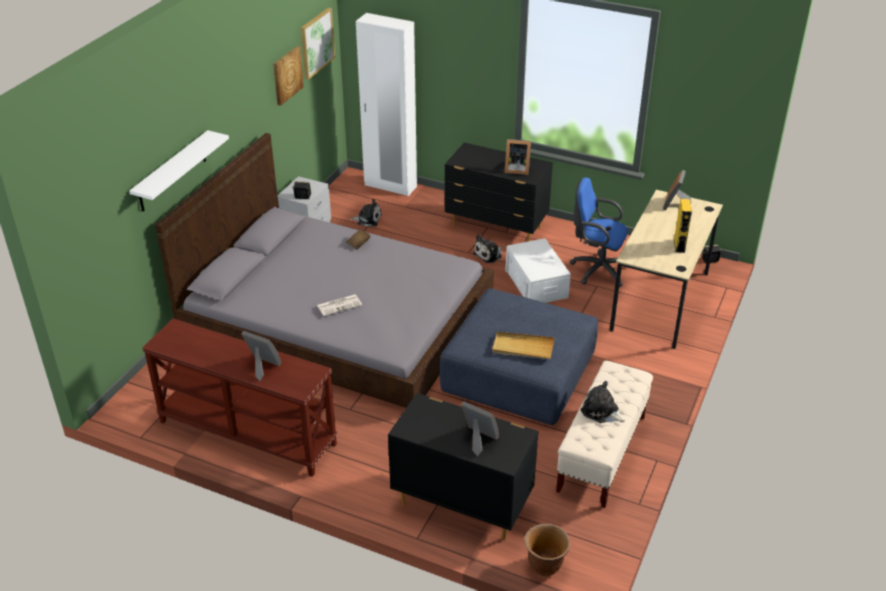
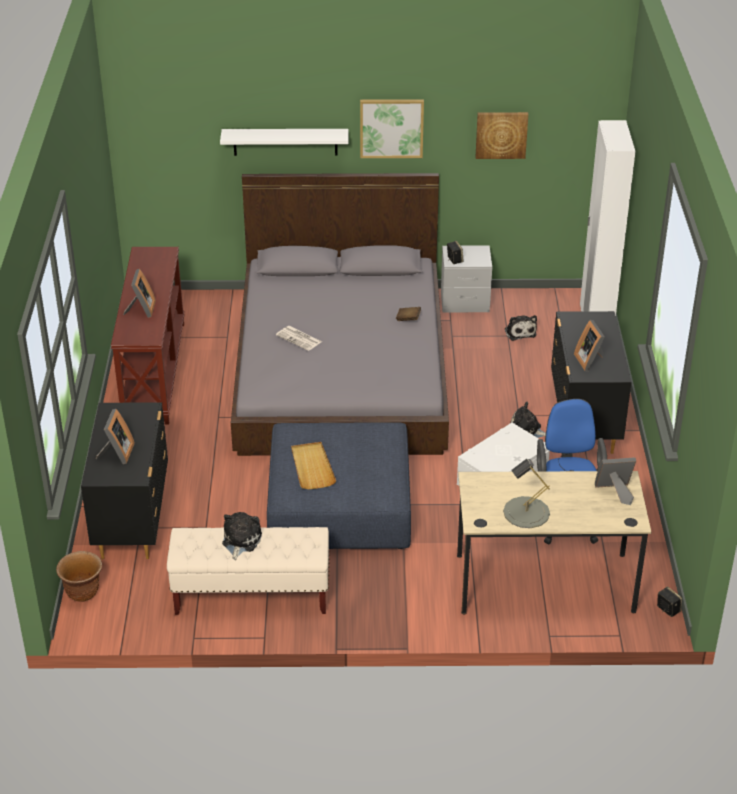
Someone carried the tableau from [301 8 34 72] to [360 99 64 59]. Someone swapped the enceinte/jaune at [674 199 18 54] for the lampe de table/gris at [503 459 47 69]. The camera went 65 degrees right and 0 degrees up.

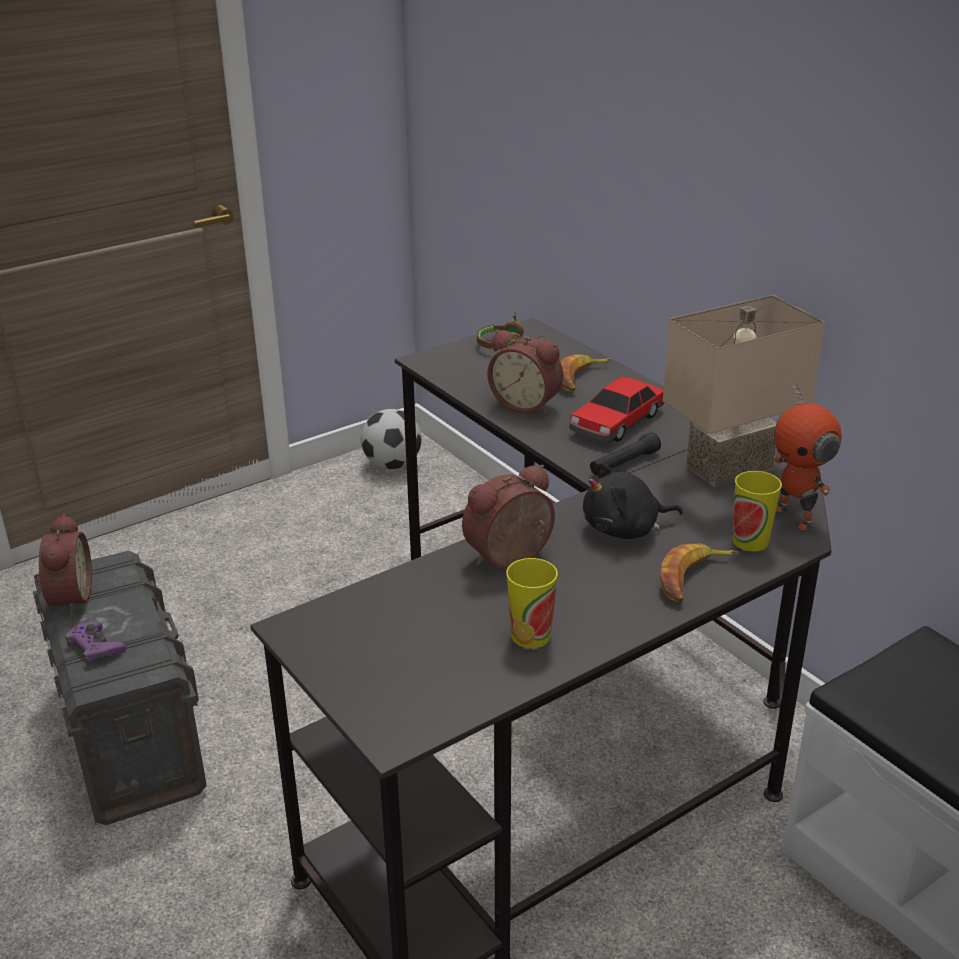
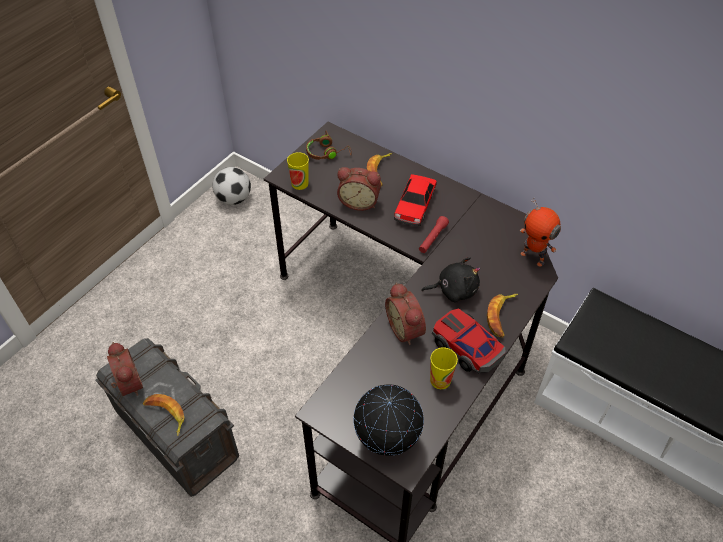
Someone took away the lampe de table/beige at [663 295 162 192]. Someone put down the globe at [353 384 71 72]. Someone put down the petite voiture at [432 308 74 65]. Someone carried the tasse from [733 471 49 81] to [287 152 22 38]. Someone swapped the manette/violet at [65 621 61 43] for the banane at [143 394 42 42]. Someone repainted the lampe de poche/noir at [590 432 71 43], which became the lampe de poche/rouge at [419 216 30 37]. Someone rotated the réveil at [462 465 93 104] by 60 degrees counterclockwise. Someone rotated the peluche/noir at [583 462 100 77] by 150 degrees counterclockwise. The camera went 20 degrees left and 20 degrees up.

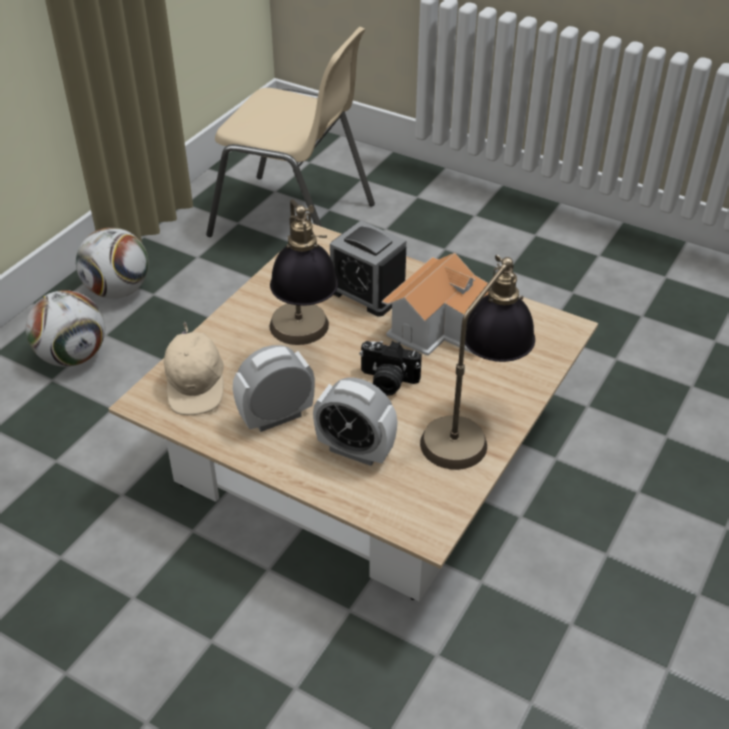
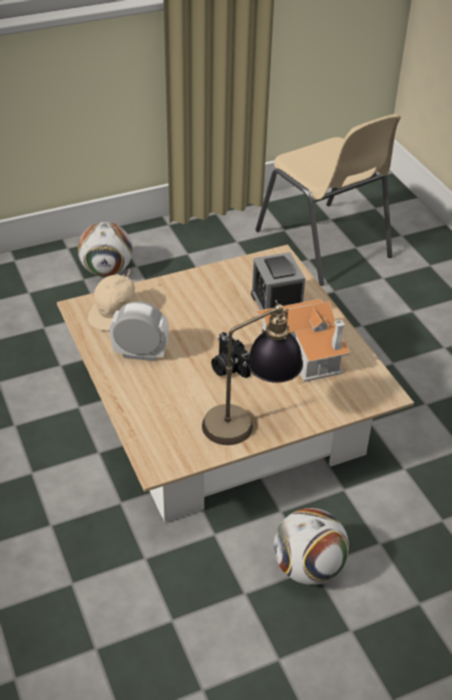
Someone took away the lampe de table at [270 199 68 146]. Someone took away the réveil at [313 378 85 88]. Someone carried the ballon de foot from [76 227 73 72] to [274 508 75 77]. The camera went 35 degrees right and 0 degrees up.

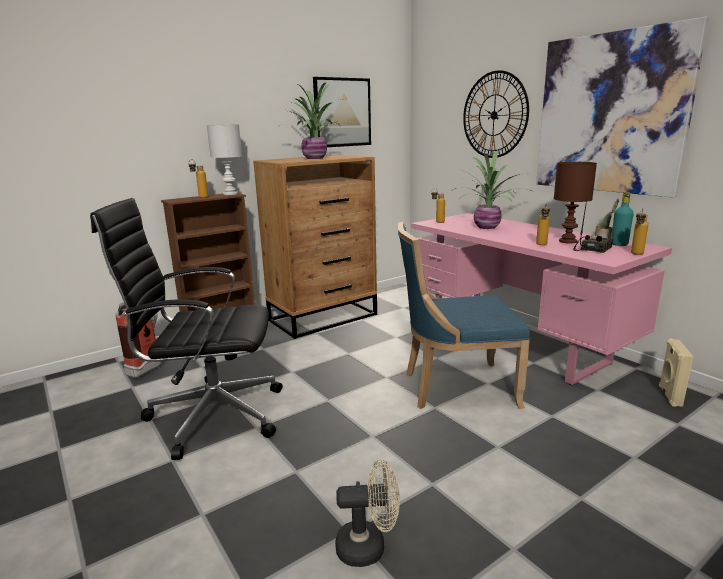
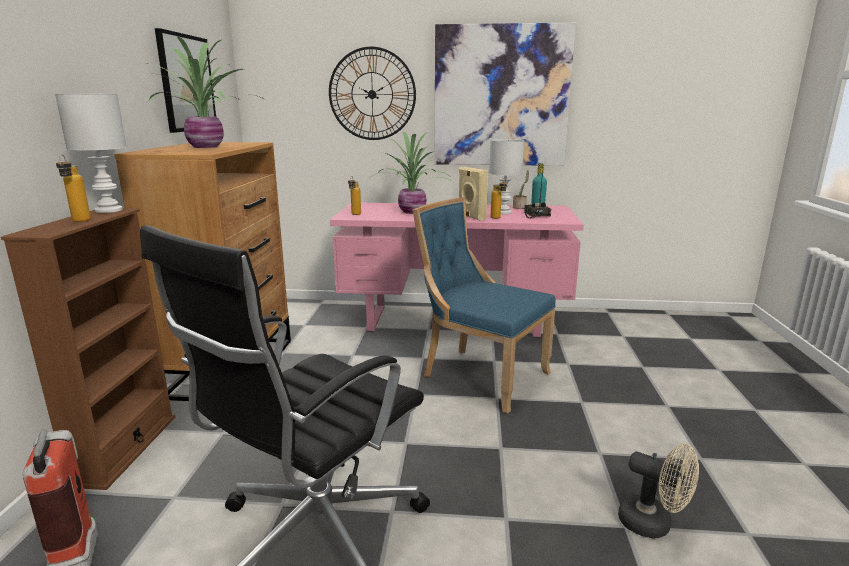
Someone took away the bouteille at [631 209 17 46]. Someone carried the enceinte/beige from [659 338 34 69] to [459 167 29 54]. Someone repainted the lampe de table/marron at [554 162 43 82], which became the lampe de table/blanc at [489 139 35 75]. Someone rotated the ventilateur/beige at [335 460 65 107] by 90 degrees clockwise. Someone rotated the chaise/bleu at [398 222 132 187] by 90 degrees clockwise. The camera went 50 degrees left and 0 degrees up.

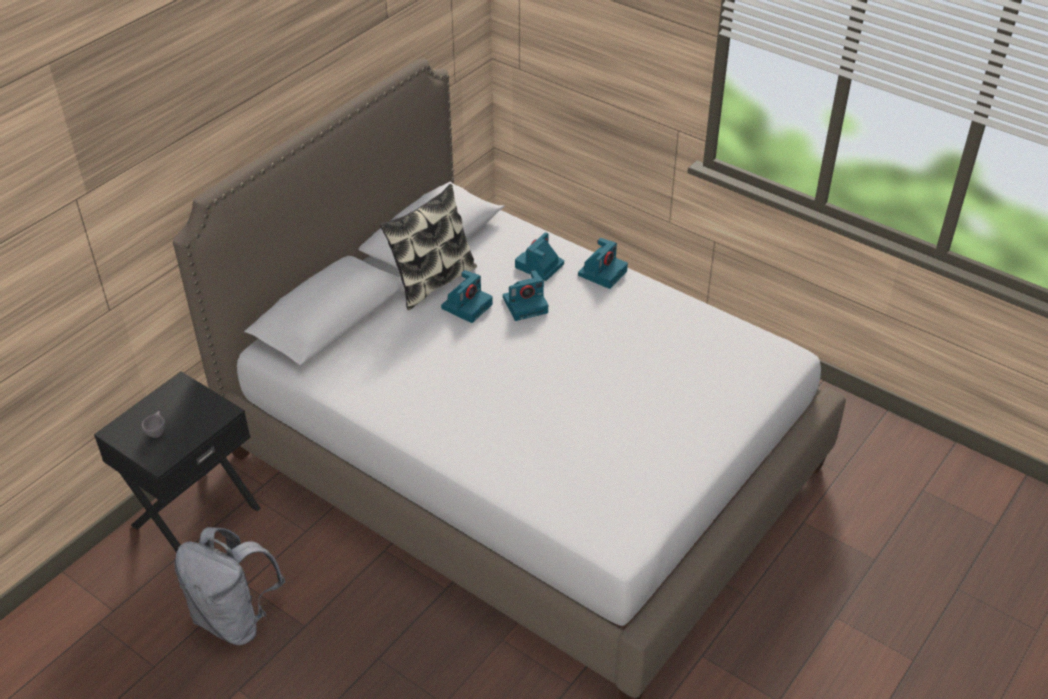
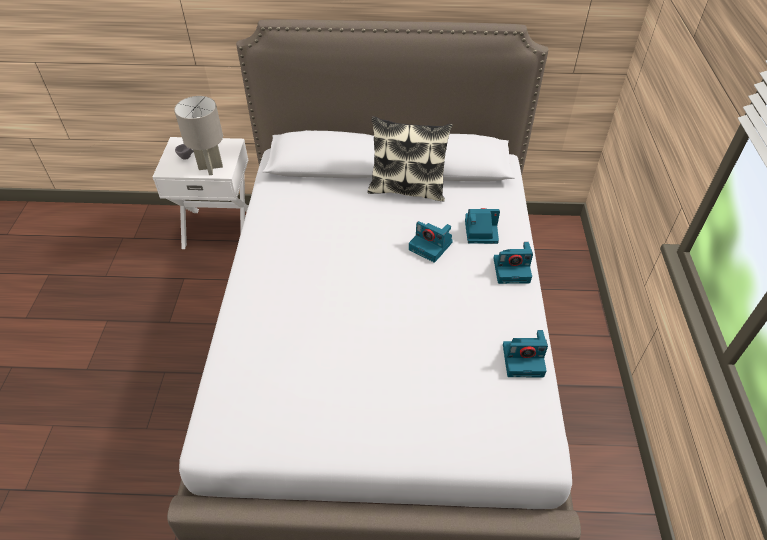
Someone took away the sac à dos/gris at [175 527 110 118]. Someone put down the lampe de table/gris at [174 96 49 79]. Someone carried the appareil photo from [441 270 52 53] to [503 330 45 47]. Someone repainted the table de chevet/noir at [94 371 167 182], which became the table de chevet/blanc at [153 137 95 112]. The camera went 55 degrees right and 5 degrees up.

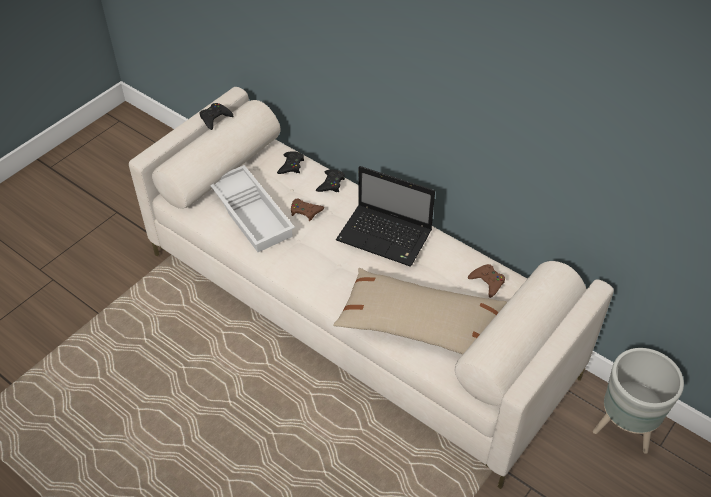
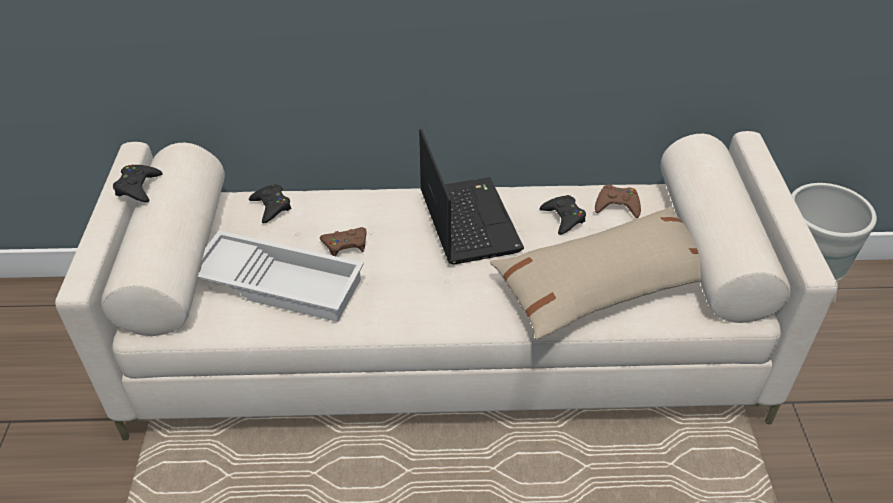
Someone carried the manette/noir from [316 169 29 23] to [540 195 46 40]. Someone rotated the ordinateur portable at [336 166 99 101] by 90 degrees counterclockwise. The camera went 40 degrees left and 5 degrees down.

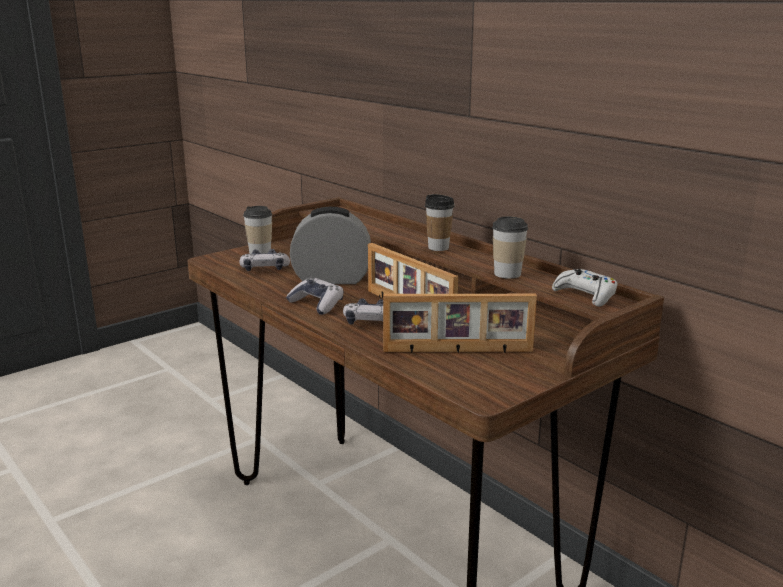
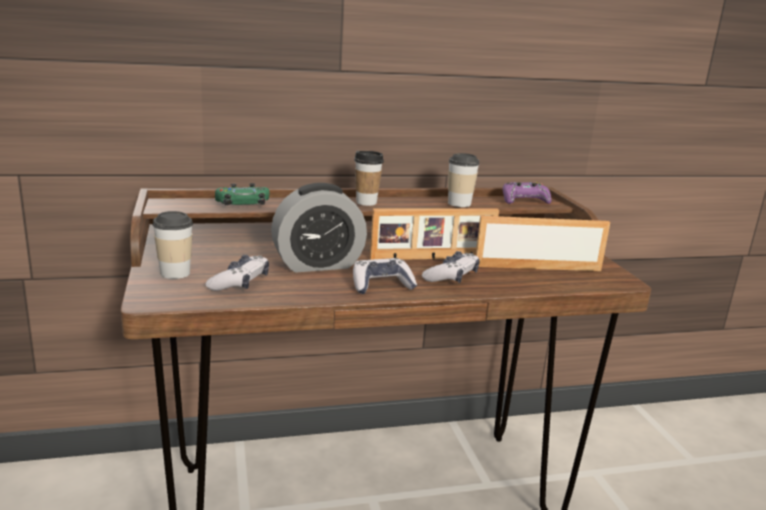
Someone put down the manette/vert at [215 183 55 23]. Someone repainted the manette/blanc at [552 269 66 38], which became the manette/violet at [503 182 48 22]. Someone rotated the réveil at [290 207 81 77] by 135 degrees counterclockwise. Someone rotated the cadre photo at [383 294 154 59] by 120 degrees counterclockwise. The camera went 65 degrees left and 0 degrees up.

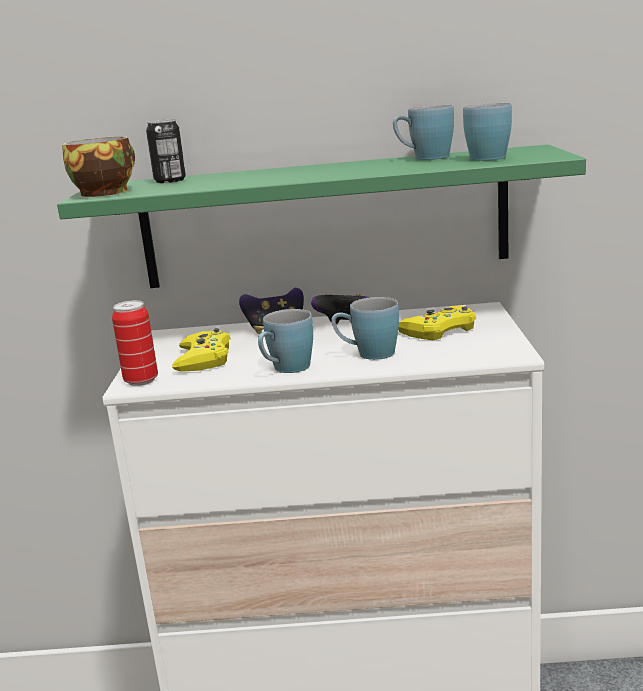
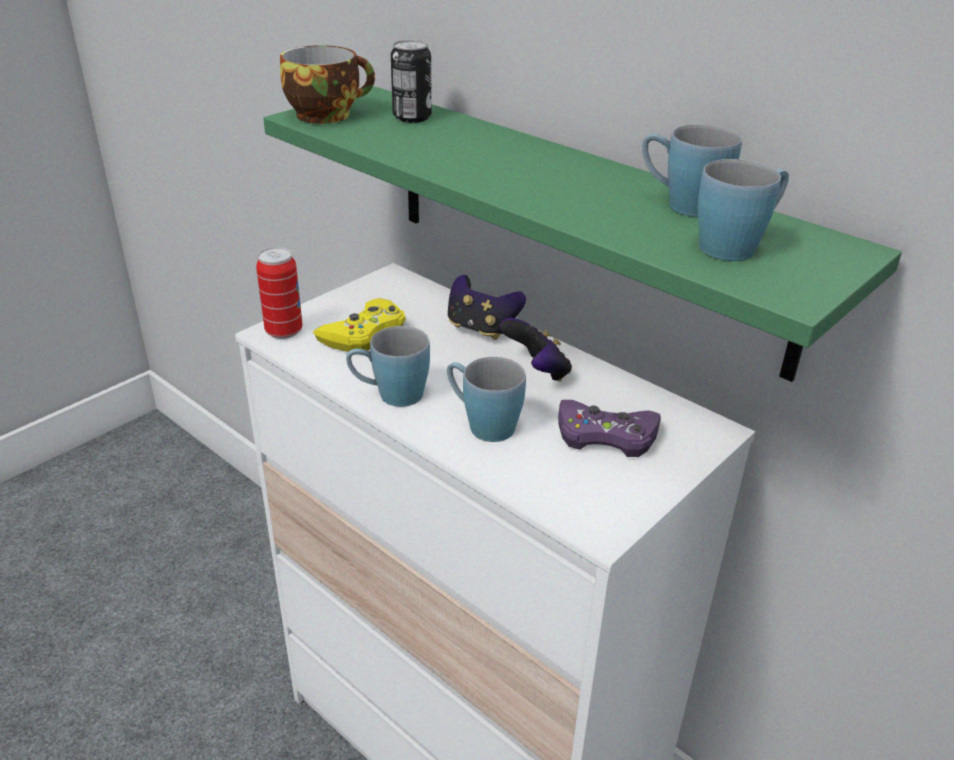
Someone repainted the manette/jaune at [398 306 78 34], which became the manette/violet at [558 400 103 57]. The camera went 40 degrees right and 15 degrees up.

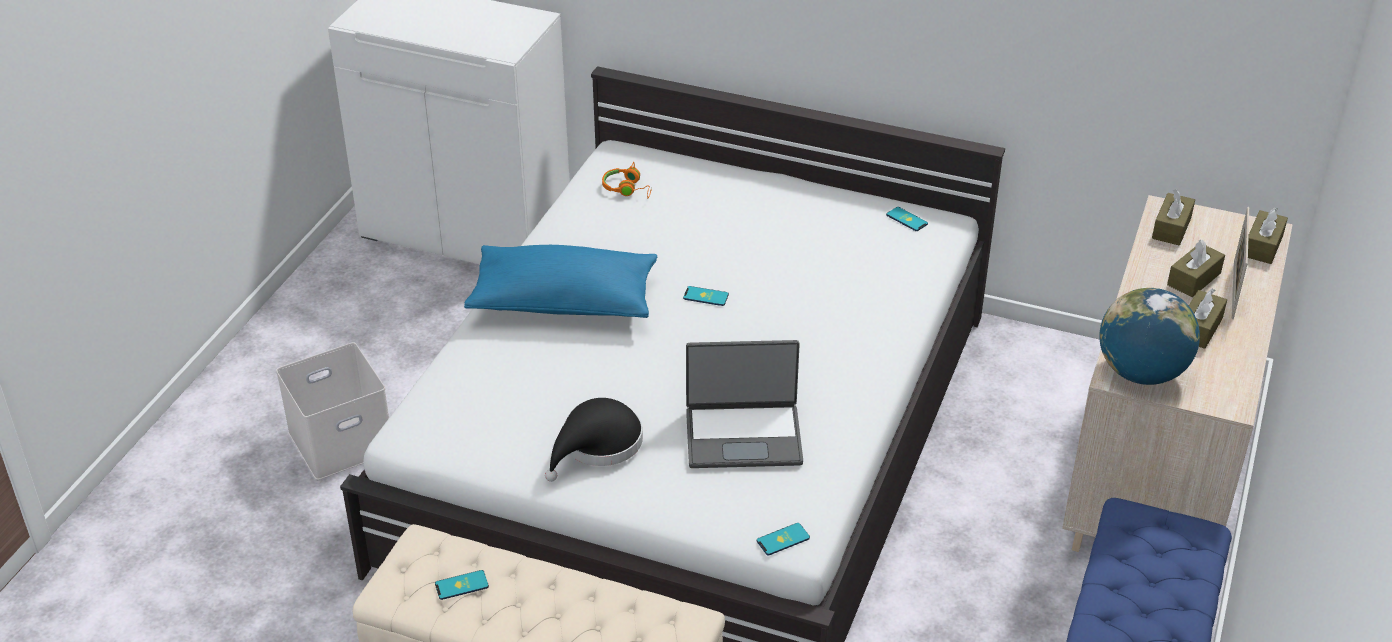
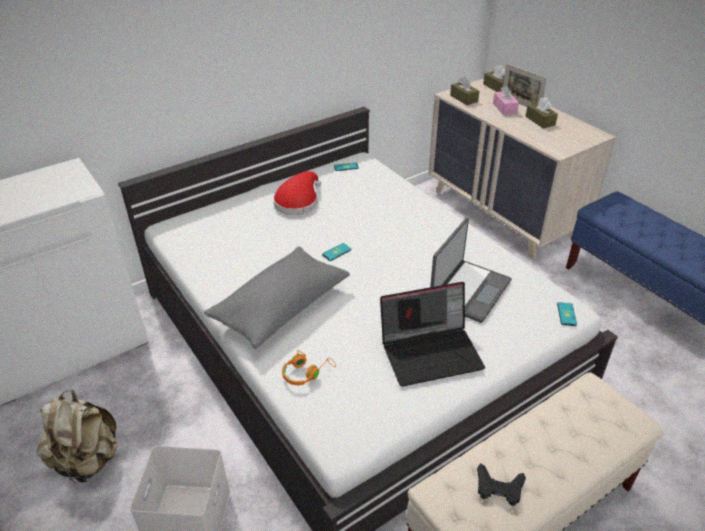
Someone took away the globe at [1099 288 101 97]. Someone put down the sac à dos/beige at [36 390 81 96]. Someone put down the chapeau/rouge at [273 171 48 44]. Someone carried the casque audio/orange from [602 162 50 36] to [282 350 54 35]. Someone swapped the téléphone at [435 570 54 30] for the manette/noir at [477 464 49 42]. Someone swapped the chapeau/noir at [545 398 98 84] for the ordinateur portable at [380 282 105 105]. Someone repainted the coussin/bleu at [464 245 193 73], which became the coussin/gris at [204 246 146 103]. Someone repainted the boîte à mouchoirs/marron at [1167 240 58 57], which became the boîte à mouchoirs/rose at [493 86 26 29]. The camera went 55 degrees left and 0 degrees up.

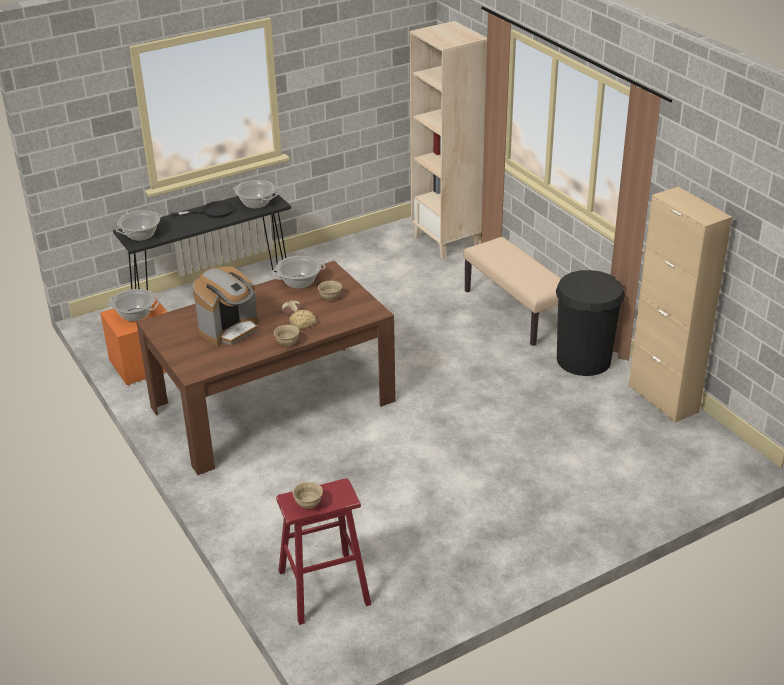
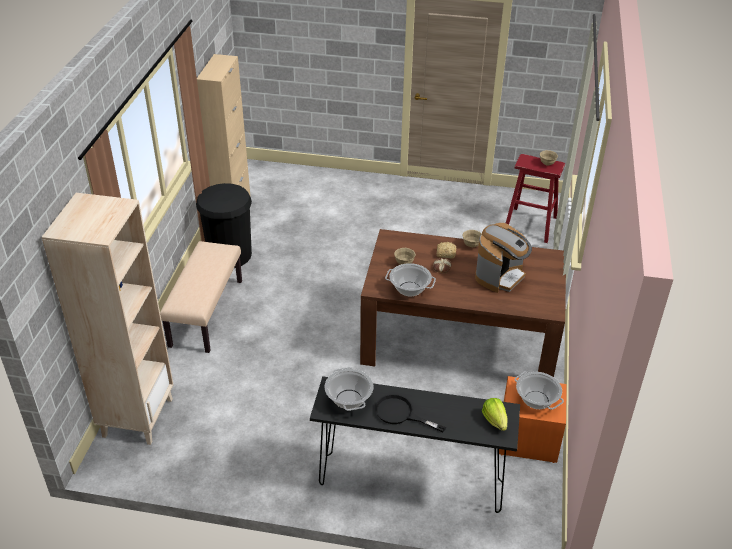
Someone swapped the marmite at [116 211 46 30] for the laitue at [482 398 25 33]. Someone rotated the machine à café at [192 266 66 80] by 135 degrees clockwise. The camera went 140 degrees left and 5 degrees up.

